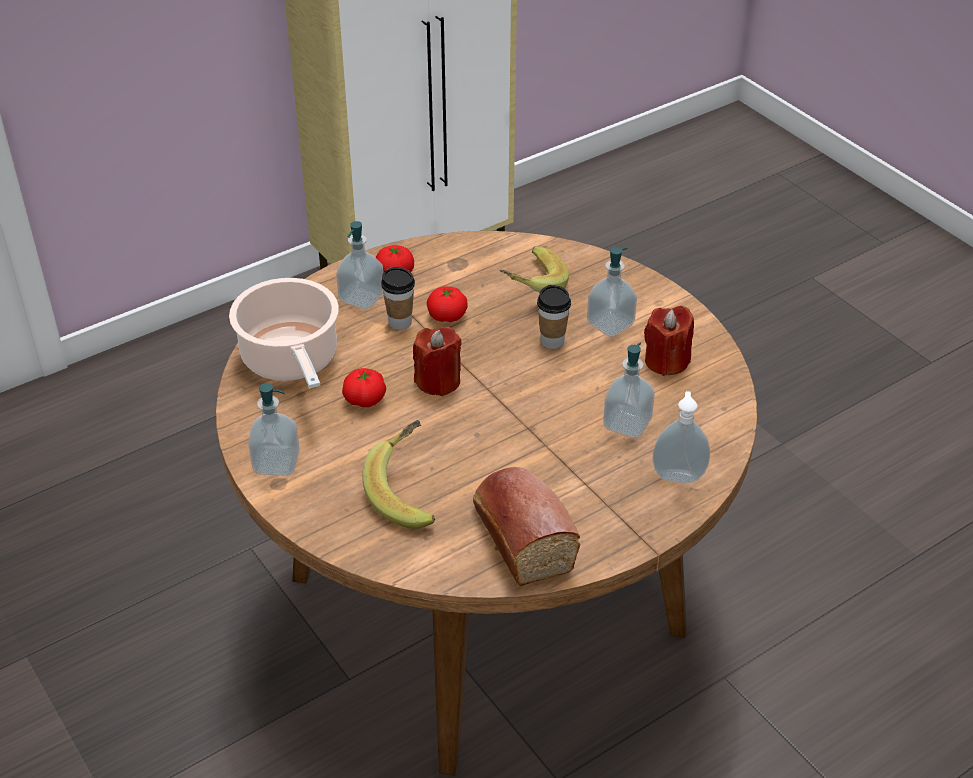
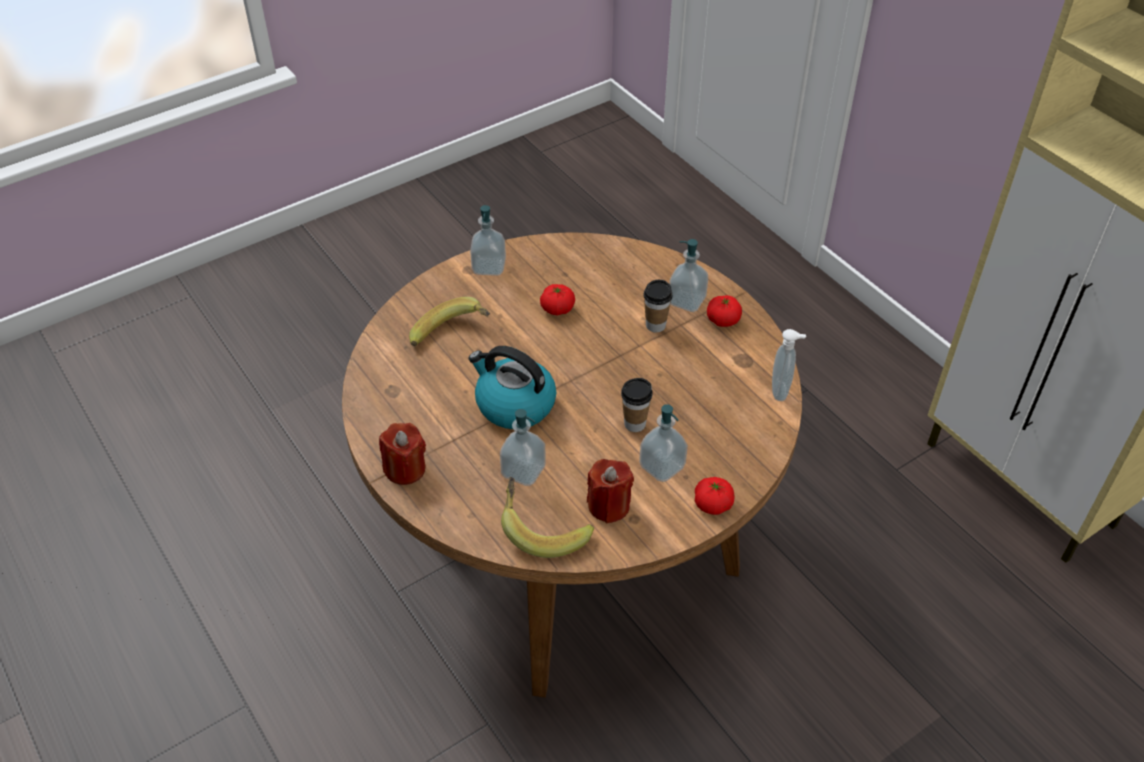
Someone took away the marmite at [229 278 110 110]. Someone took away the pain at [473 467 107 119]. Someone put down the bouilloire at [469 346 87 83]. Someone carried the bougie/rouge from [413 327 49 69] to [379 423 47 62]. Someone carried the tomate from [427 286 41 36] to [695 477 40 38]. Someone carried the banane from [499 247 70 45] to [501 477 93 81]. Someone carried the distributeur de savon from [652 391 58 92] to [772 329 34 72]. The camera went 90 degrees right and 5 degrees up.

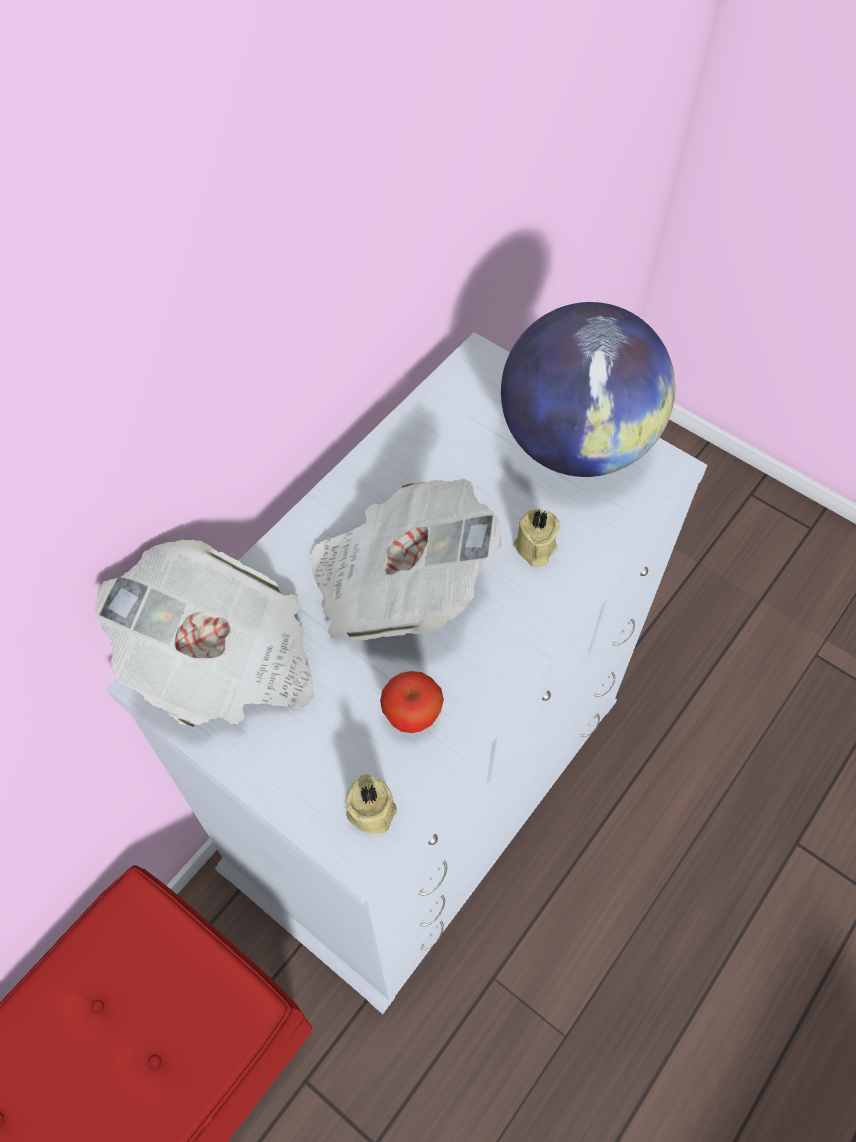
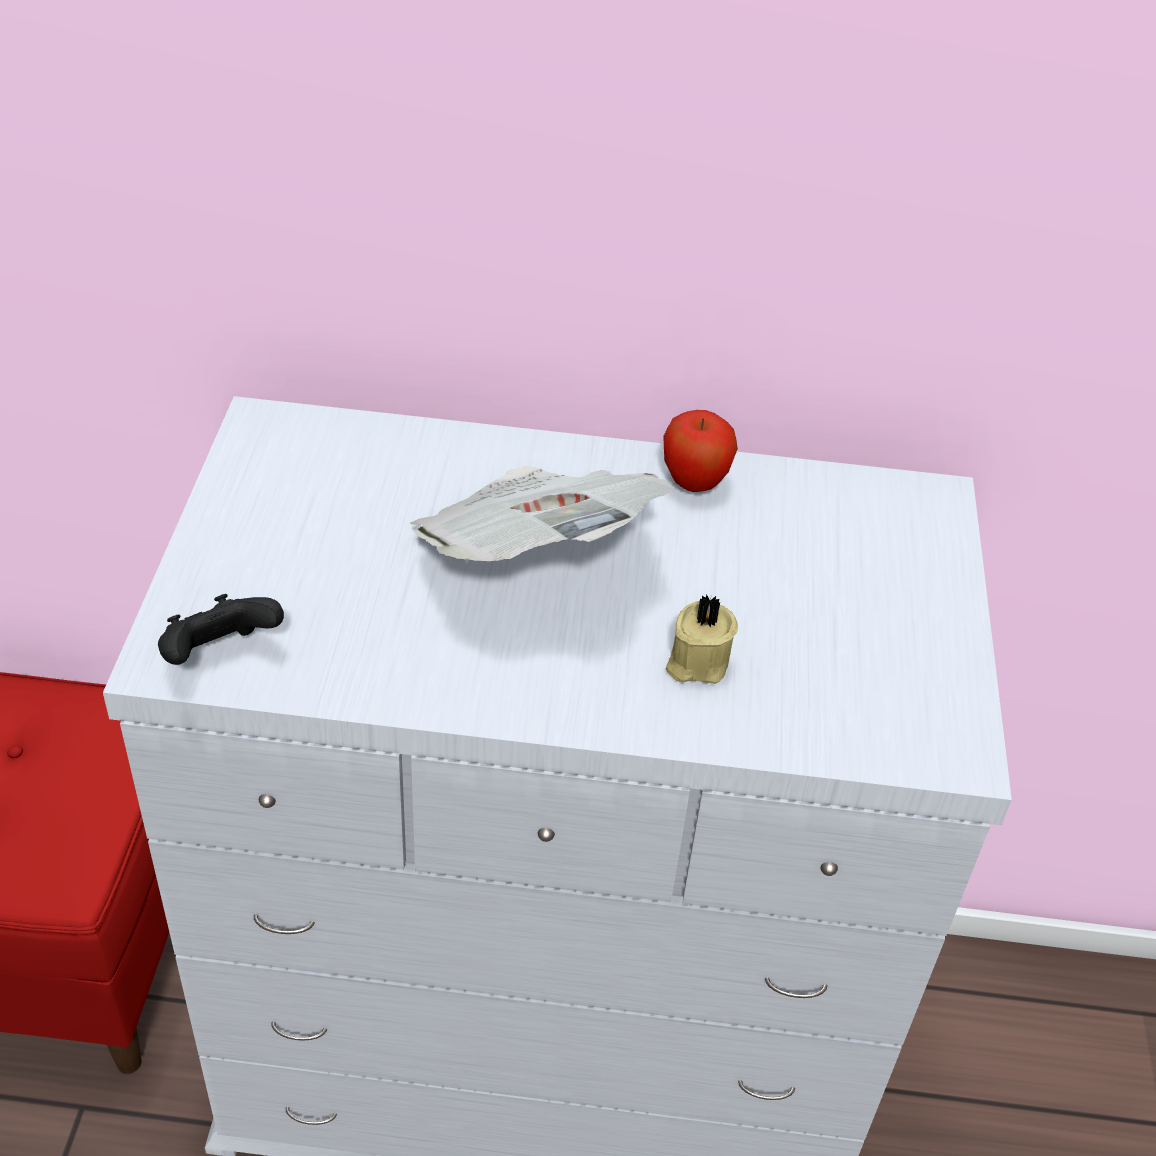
Someone took away the journal at [95 540 219 187]. Someone took away the globe at [501 302 174 175]. Someone carried the pomme from [380 671 64 62] to [664 410 74 82]. Someone swapped the bougie/beige at [345 774 52 60] for the manette/noir at [158 594 126 71]. The camera went 55 degrees right and 15 degrees down.

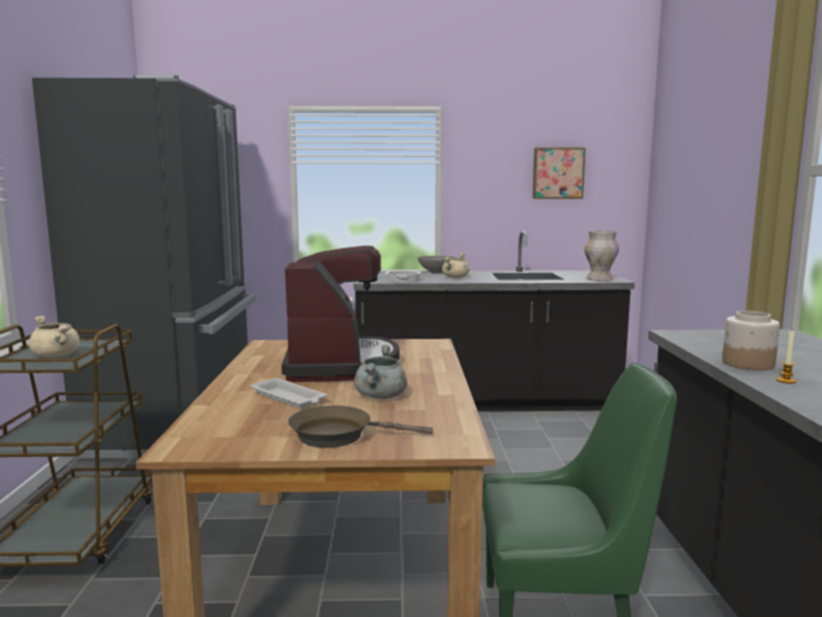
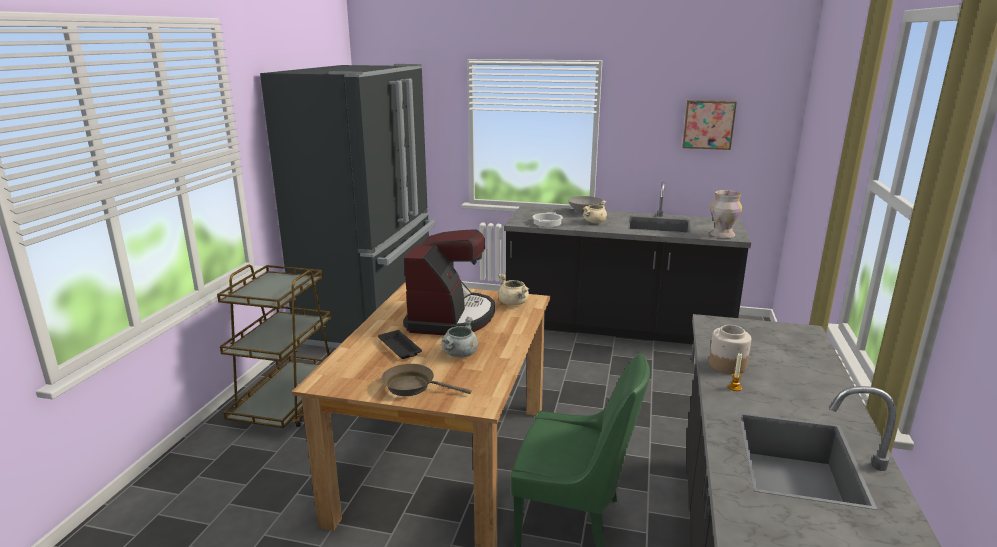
Someone carried the marmite/beige from [29 315 51 42] to [498 274 31 31]. Someone repainted the plateau/blanc at [250 377 77 31], which became the plateau/noir at [378 330 44 29]. The camera went 15 degrees right and 10 degrees up.

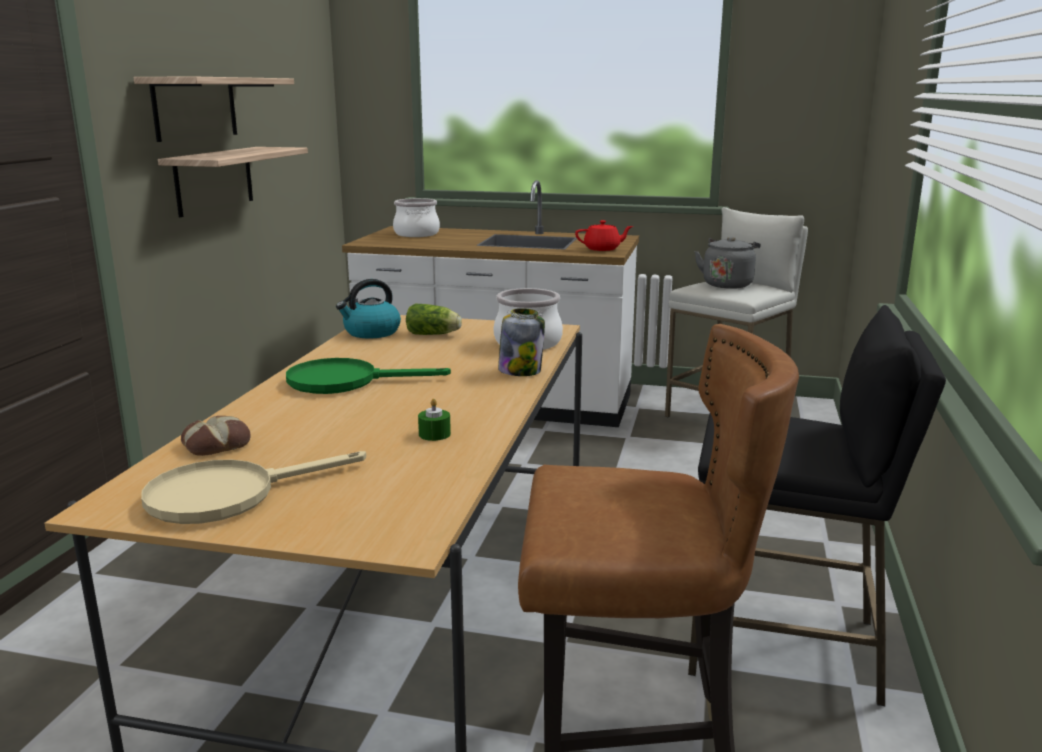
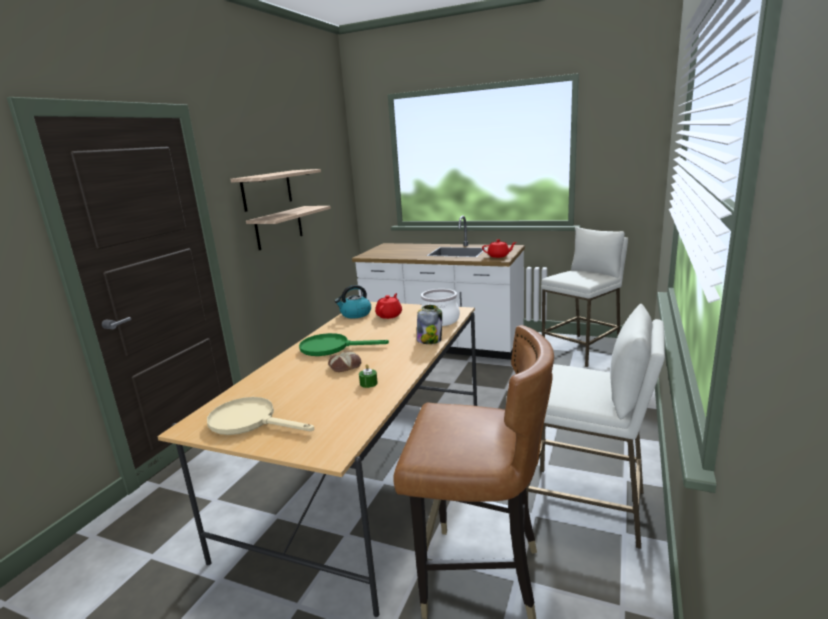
Someone took away the marmite at [393 198 47 39]. Someone took away the bouilloire/gris at [694 237 67 52]. Someone carried the pain from [181 416 70 40] to [328 352 33 20]. Someone swapped the laitue at [406 304 56 31] for the théière/rouge at [375 293 27 26]. Someone repainted the tabouret/noir at [688 305 258 401], which became the tabouret/blanc at [526 304 139 245]. Someone rotated the poêle/beige at [141 451 225 73] by 45 degrees clockwise. The camera went 10 degrees right and 0 degrees up.

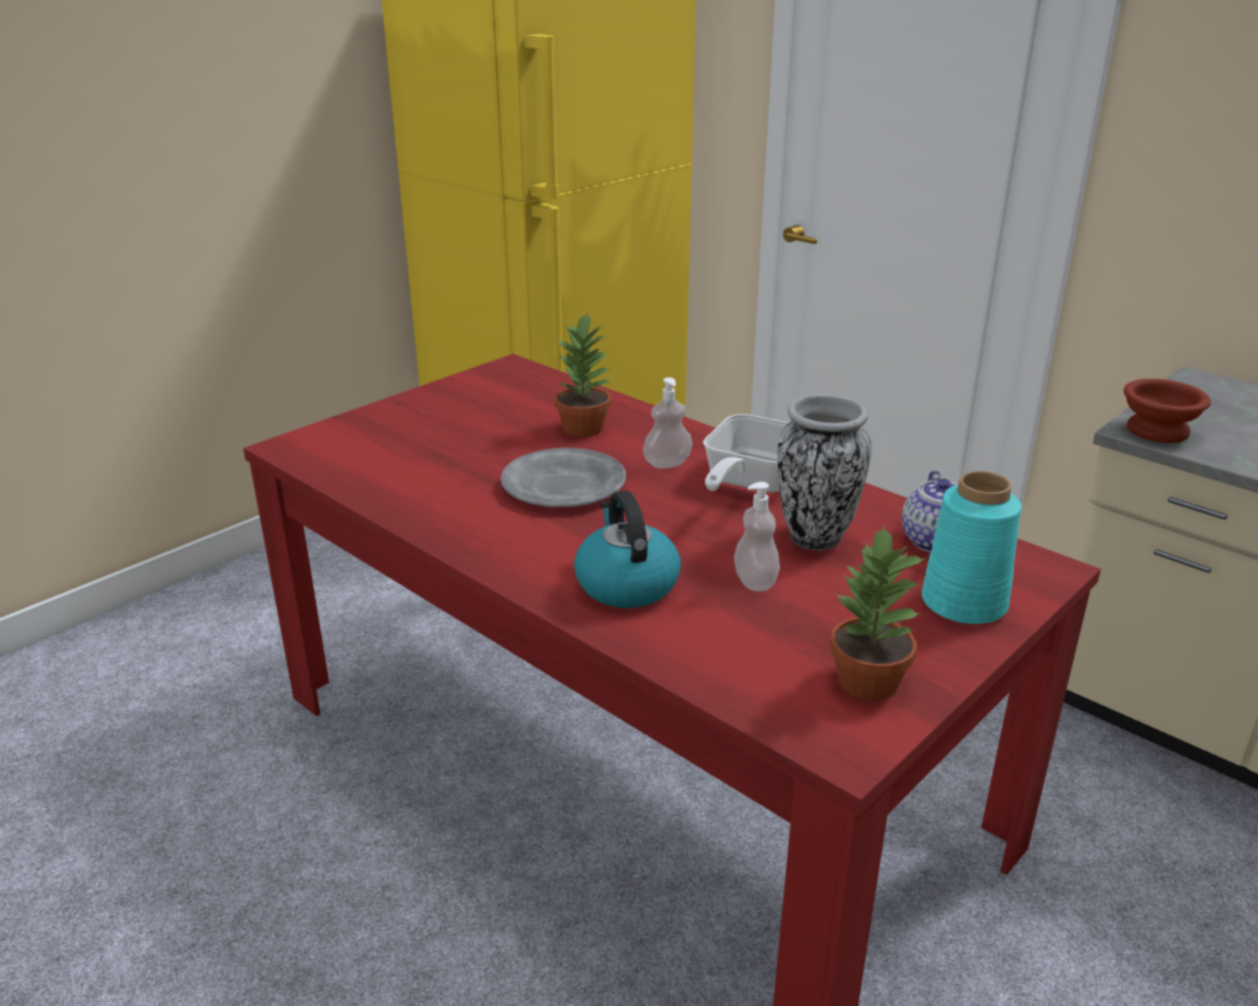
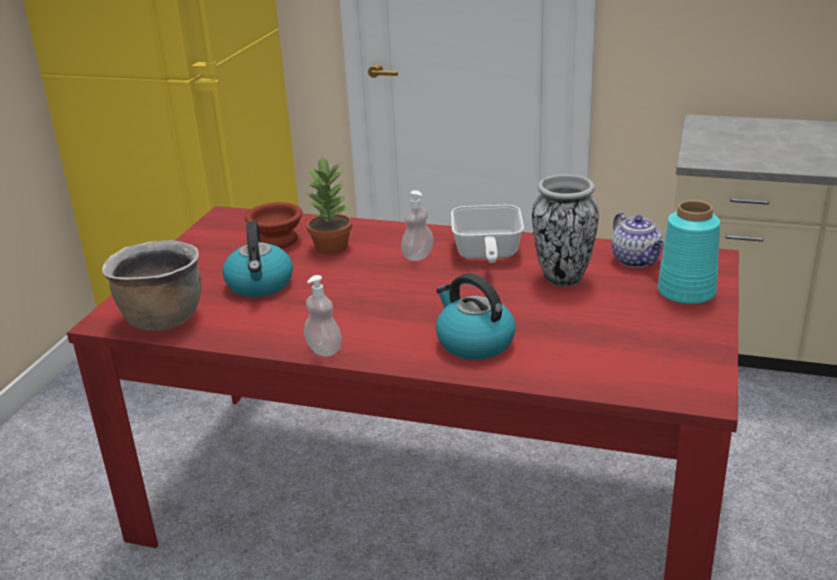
Someone took away the assiette/gris at [501 448 125 59]. Someone took away the plante en pot at [830 526 96 174]. Someone put down the marmite/marron at [102 240 100 91]. Someone put down the bouilloire at [222 221 71 76]. Someone carried the distributeur de savon from [734 482 46 109] to [304 275 38 82]. Someone carried the bol/marron from [1123 379 88 64] to [245 202 58 46]. The camera went 25 degrees left and 0 degrees up.

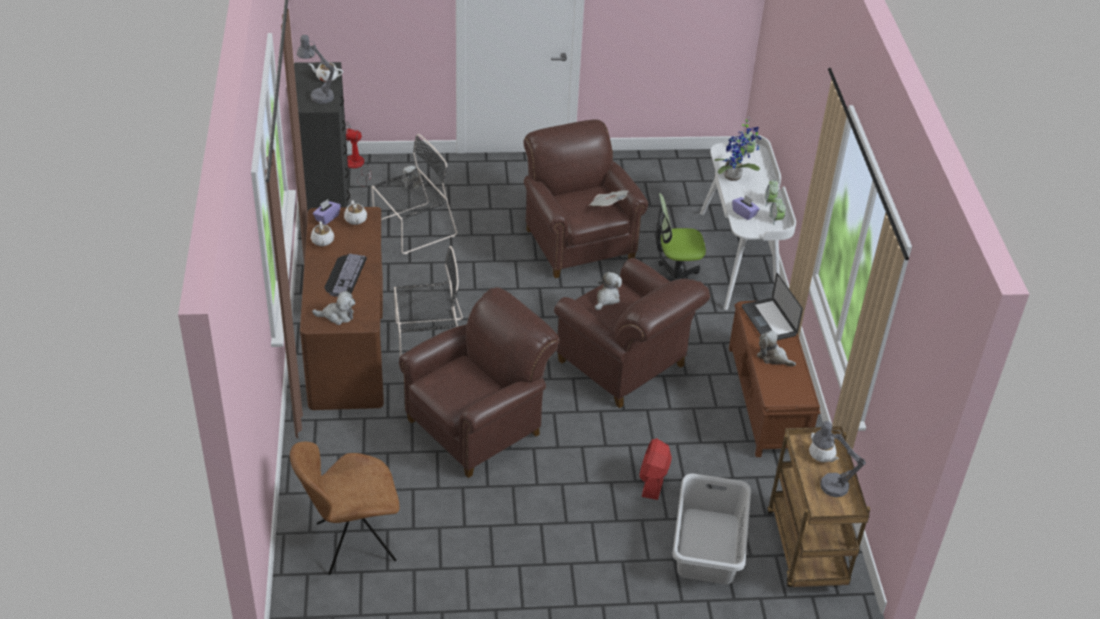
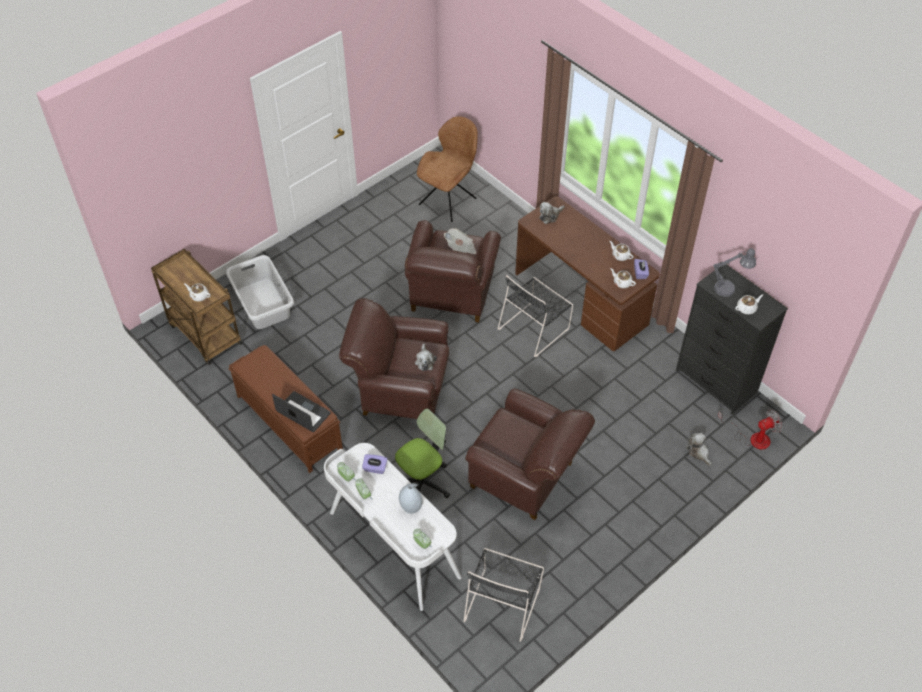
Someone took away the clavier at [324 254 43 43]. Someone took away the ventilateur/rouge at [639 438 33 62]. Someone took away the peluche at [757 330 39 37]. Someone took away the lampe de table/gris at [812 421 54 76]. Someone carried the chaise/noir from [372 134 85 120] to [463 548 81 94]. Someone carried the journal from [588 190 41 16] to [444 228 32 26]. Someone swapped the plante en pot at [714 118 48 63] for the vase/gris at [399 484 24 29]. The camera went 145 degrees right and 10 degrees up.

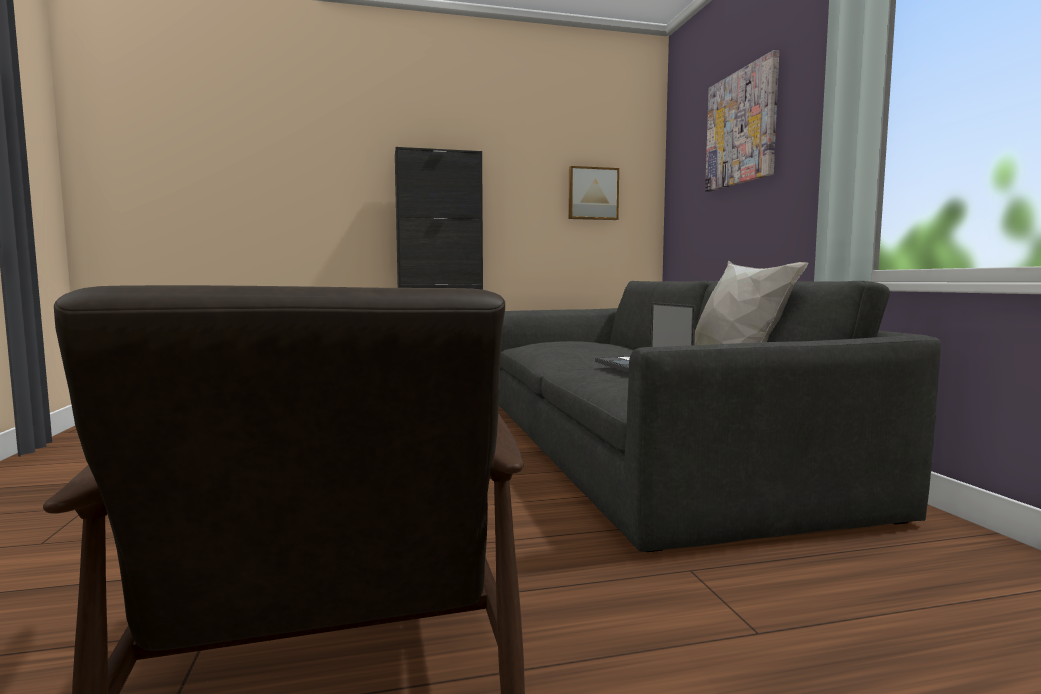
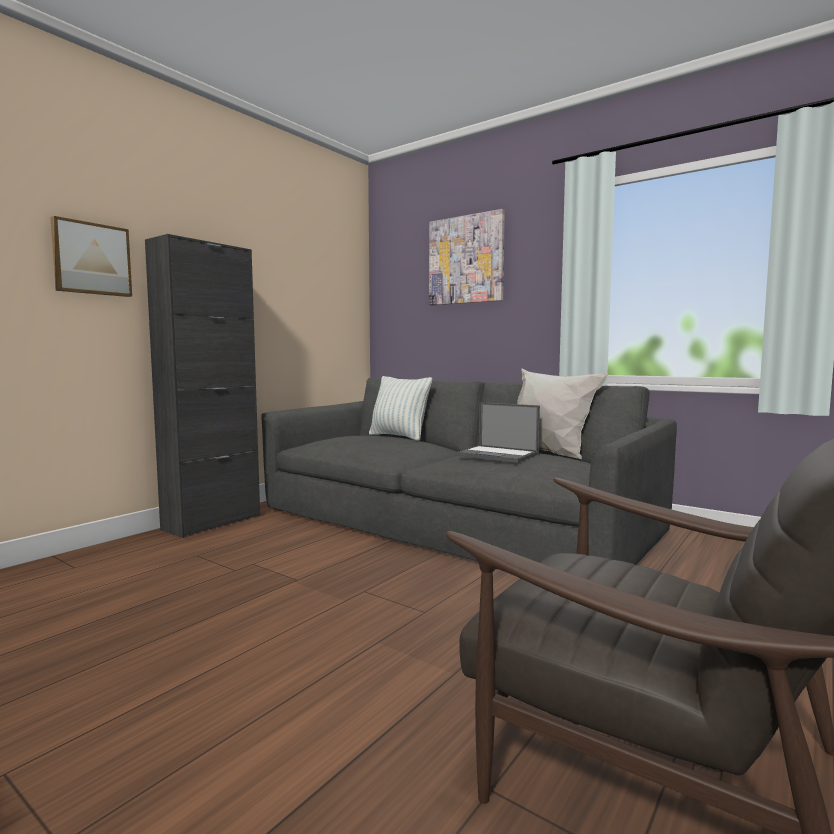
Someone put down the coussin at [369 376 63 65]. Someone carried the tableau from [568 166 51 54] to [50 216 82 81]. The camera went 40 degrees left and 0 degrees up.

